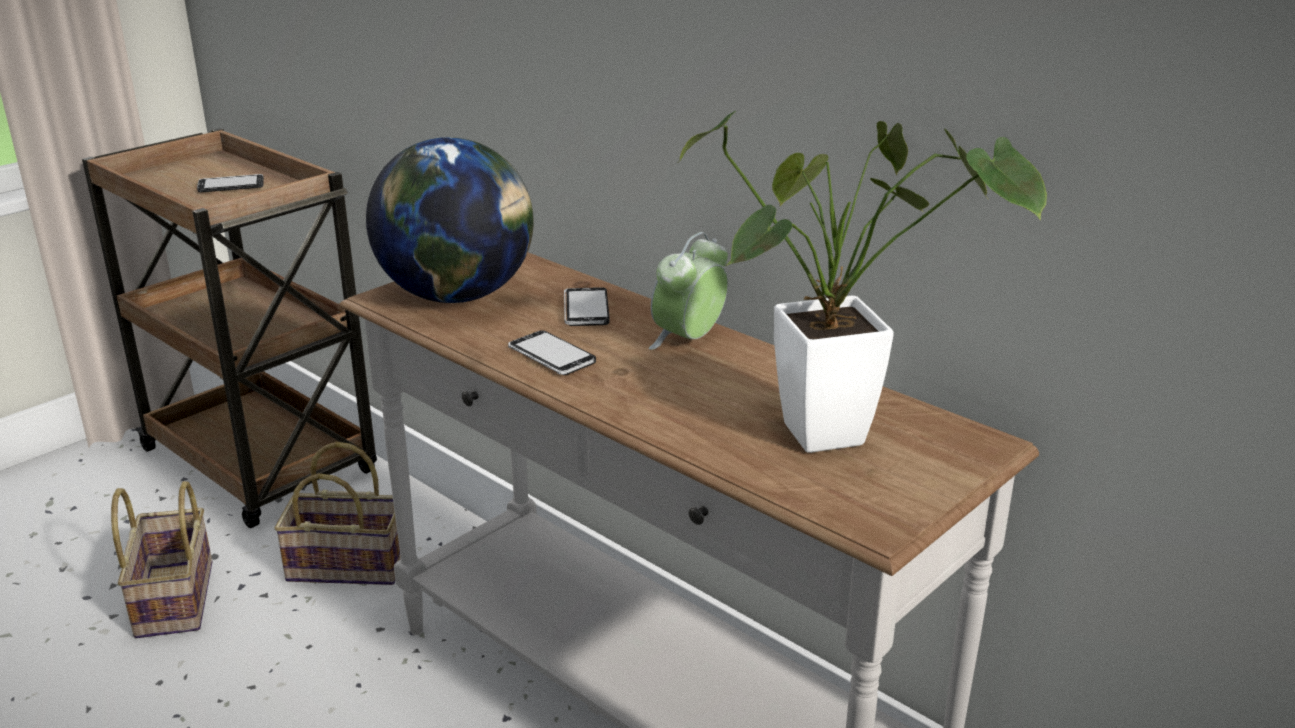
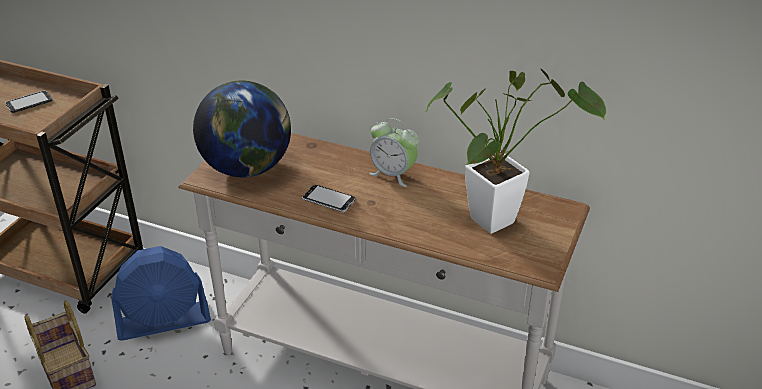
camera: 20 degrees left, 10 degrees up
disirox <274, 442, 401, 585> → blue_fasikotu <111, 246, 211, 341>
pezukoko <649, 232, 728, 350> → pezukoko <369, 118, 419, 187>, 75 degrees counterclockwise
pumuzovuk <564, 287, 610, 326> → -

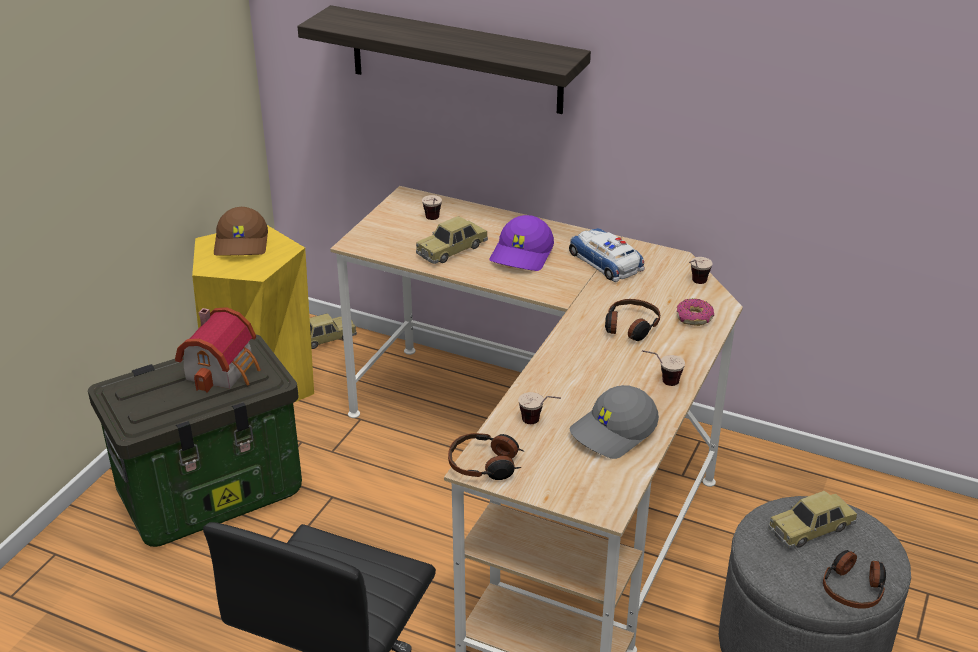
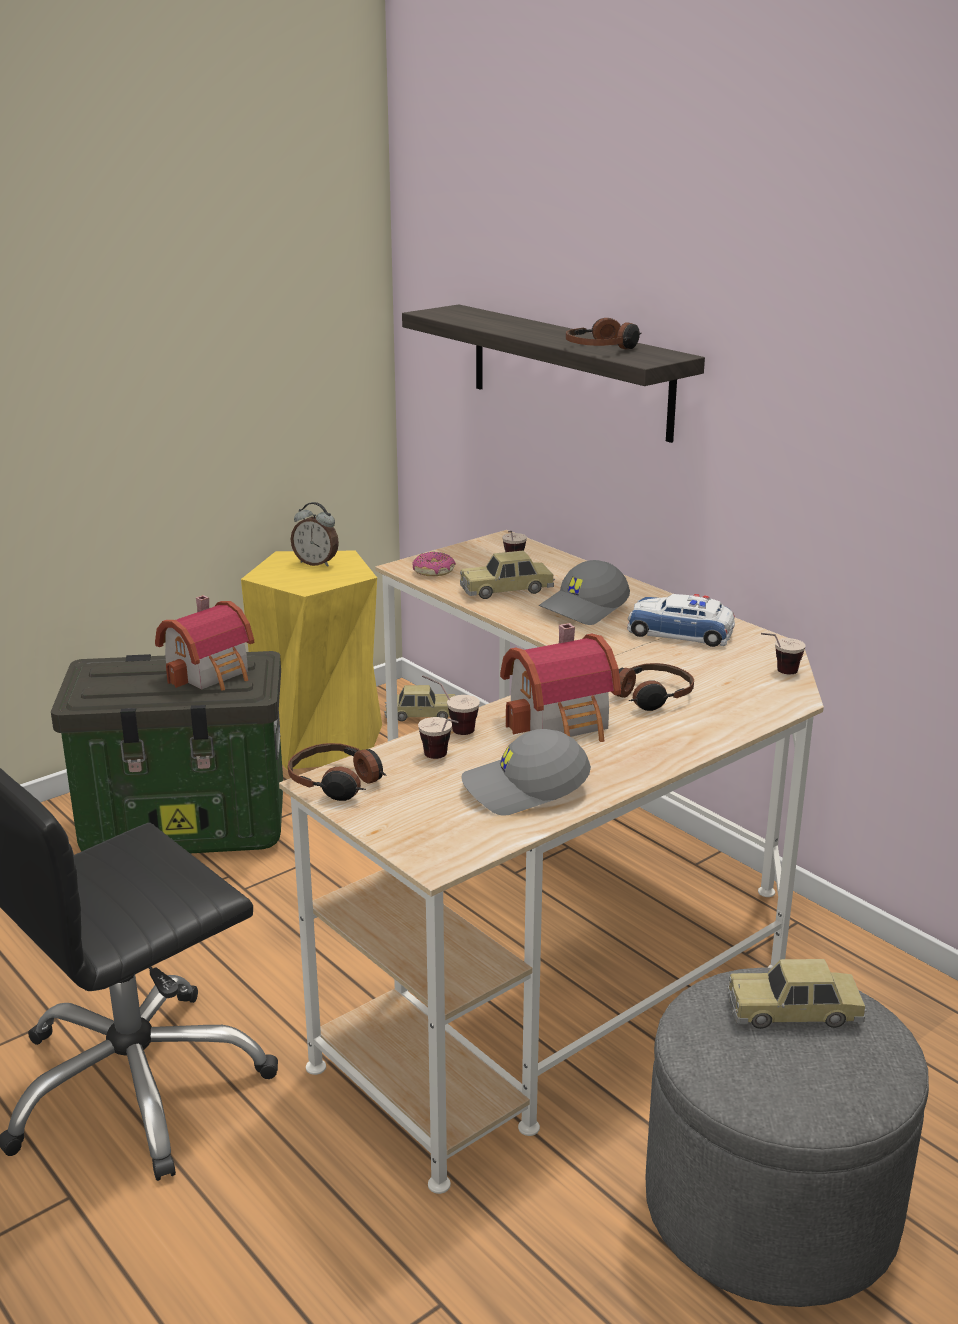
camera: 25 degrees right, 10 degrees down
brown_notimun <214, 207, 268, 255> → pezukoko <291, 502, 339, 567>
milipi <677, 299, 714, 326> → milipi <412, 552, 456, 576>, shifted
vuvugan <642, 350, 685, 386> → vuvugan <422, 675, 480, 735>, shifted
- → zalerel <500, 623, 621, 742>
purple_notimun <489, 215, 554, 271> → grey_notimun <539, 560, 630, 625>
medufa <823, 550, 886, 609> → medufa <566, 318, 641, 349>, shifted
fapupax <569, 228, 645, 282> → fapupax <627, 594, 735, 647>, 60 degrees counterclockwise

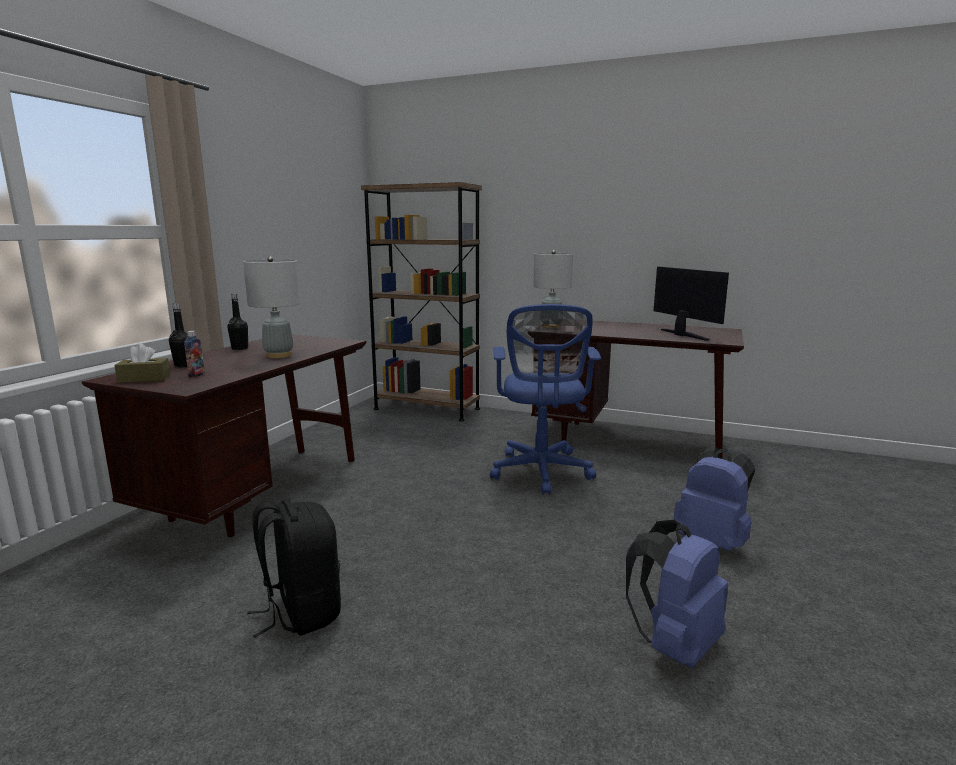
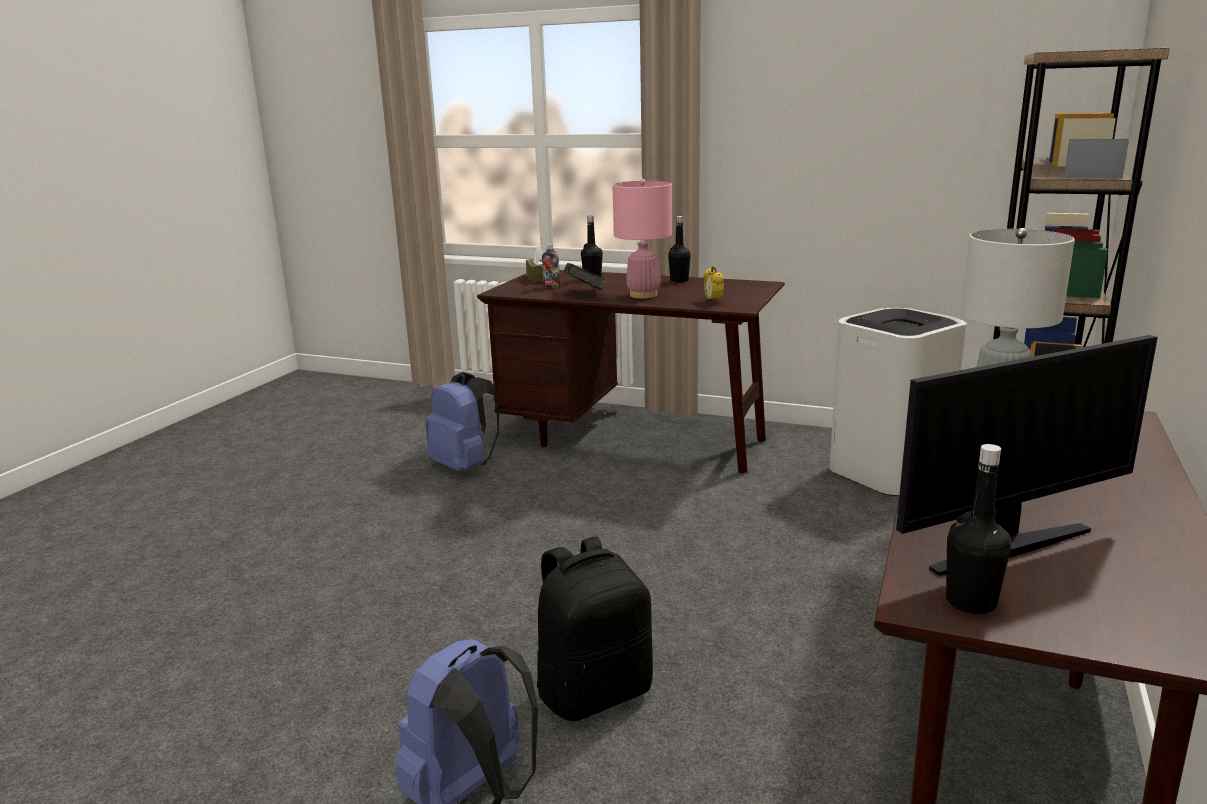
camera: 90 degrees right, 5 degrees up
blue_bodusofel <626, 520, 728, 668> → blue_bodusofel <425, 372, 499, 472>, shifted
black_bodusofel <247, 500, 341, 638> → black_bodusofel <537, 536, 653, 721>, shifted
- → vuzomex <563, 263, 607, 290>
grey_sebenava <243, 256, 300, 358> → pink_sebenava <612, 179, 672, 299>
- → pezukoko <703, 266, 724, 303>
- → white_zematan <830, 308, 967, 496>
- → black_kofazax <946, 444, 1011, 614>
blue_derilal <490, 304, 601, 494> → -

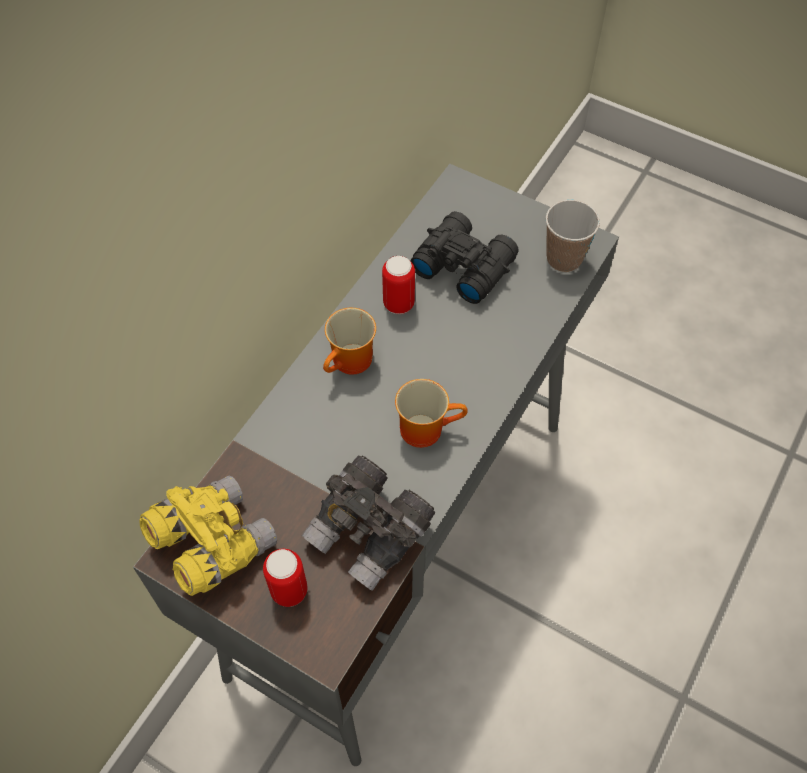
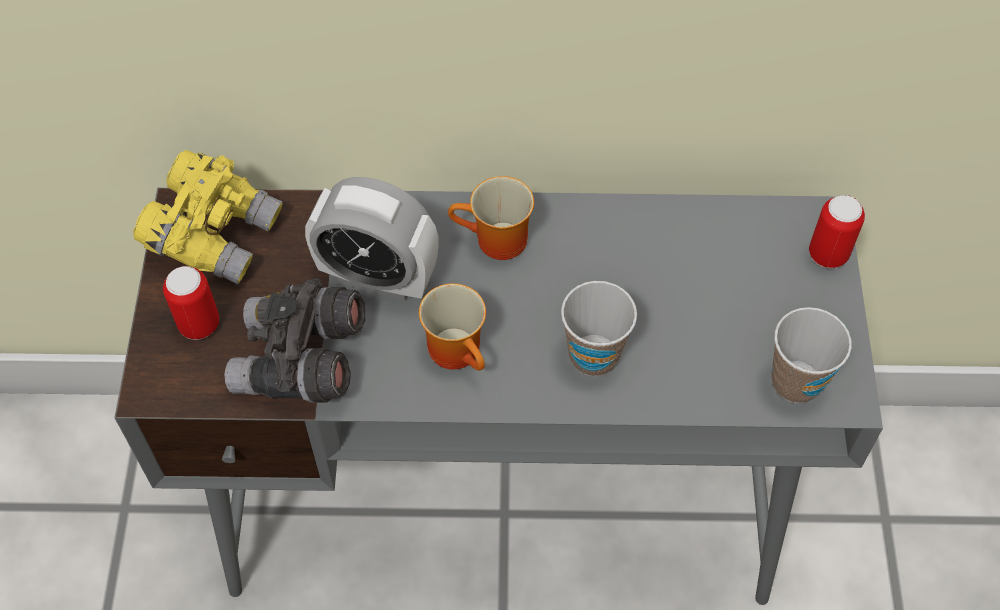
camera: 60 degrees right, 0 degrees up
- → pezukoko <305, 177, 439, 301>
- → vuvugan <561, 281, 637, 377>
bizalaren <382, 256, 415, 314> → bizalaren <809, 195, 865, 268>, shifted
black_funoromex <410, 211, 519, 304> → -

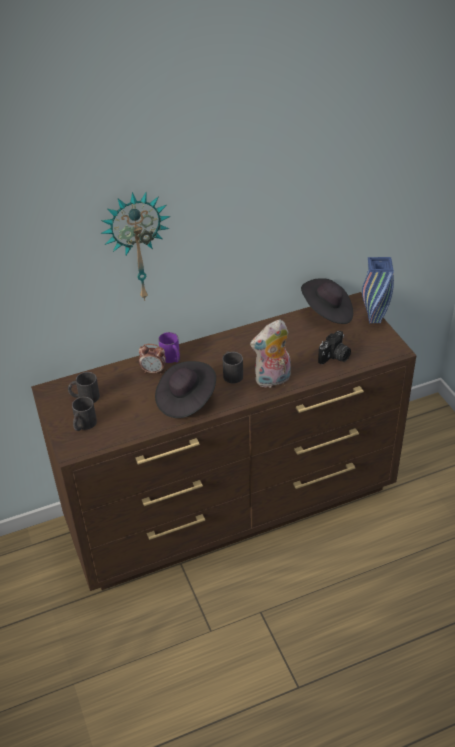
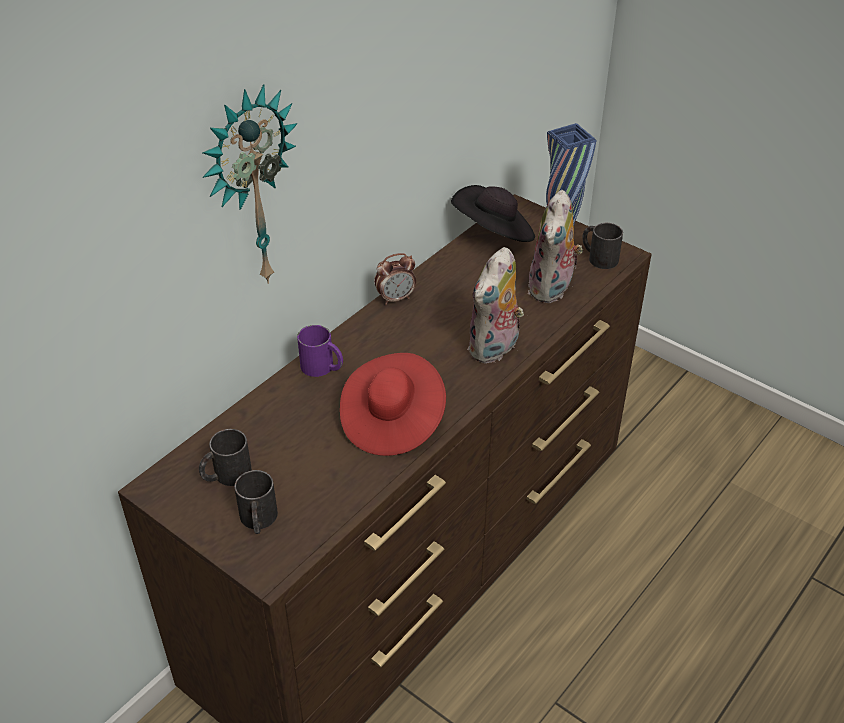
camera: 30 degrees left, 0 degrees up
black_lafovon <155, 361, 216, 418> → red_lafovon <340, 353, 446, 456>
pezukoko <139, 344, 166, 374> → pezukoko <374, 253, 416, 305>, shifted
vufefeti <318, 331, 351, 364> → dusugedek <528, 190, 583, 303>
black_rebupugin <223, 351, 243, 384> → black_rebupugin <582, 223, 623, 269>, shifted

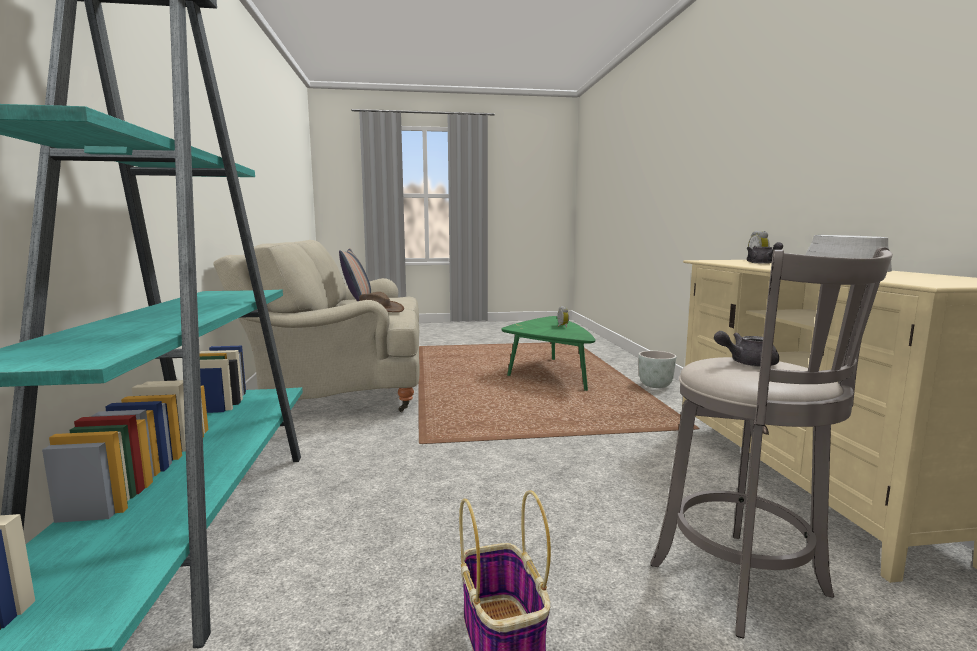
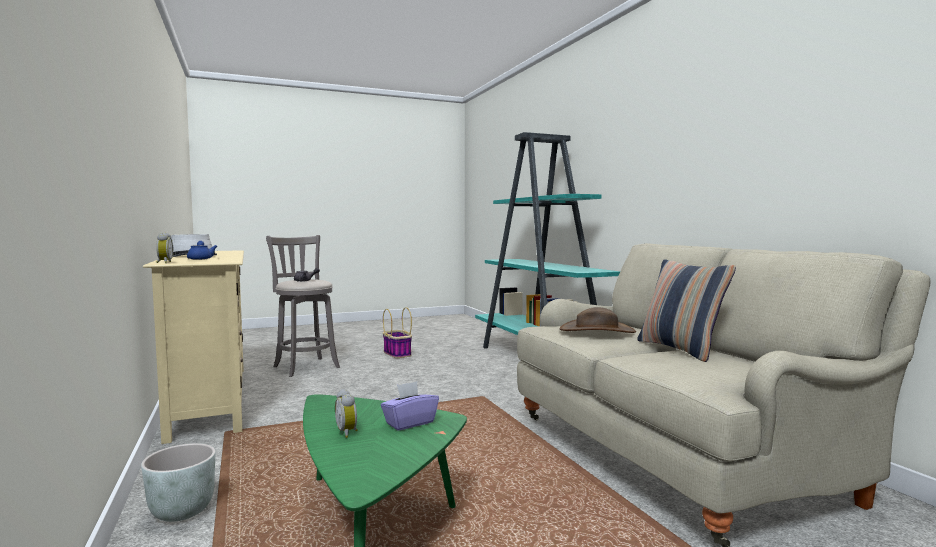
camera: 165 degrees right, 5 degrees down
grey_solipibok <747, 242, 783, 264> → blue_solipibok <187, 241, 217, 260>
- → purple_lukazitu <381, 381, 439, 431>

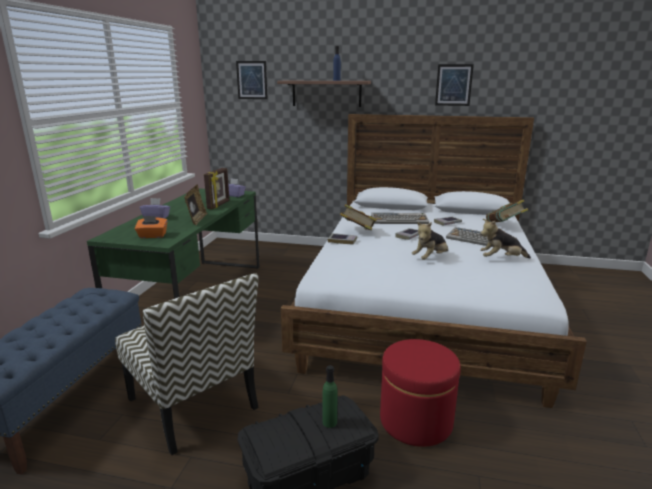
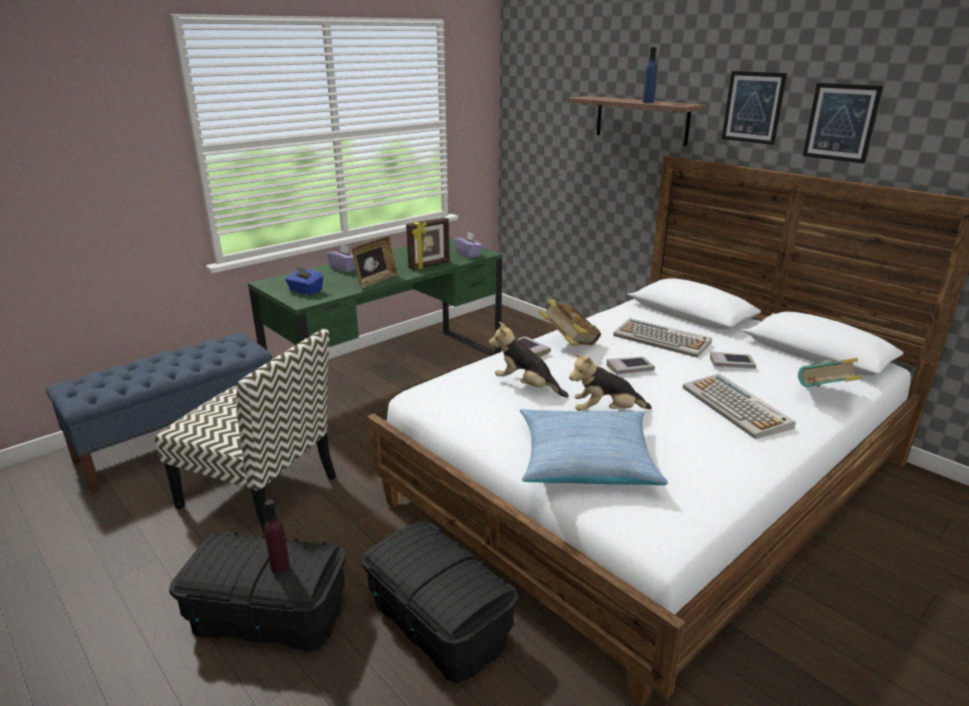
camera: 35 degrees right, 5 degrees up
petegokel <115, 273, 259, 455> → petegokel <155, 329, 336, 534>, 60 degrees counterclockwise
green_kofazax <323, 365, 337, 428> → purple_kofazax <264, 500, 289, 574>
orange_lukazitu <135, 216, 167, 238> → blue_lukazitu <285, 266, 323, 295>
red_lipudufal <380, 339, 461, 447> → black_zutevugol <361, 521, 519, 683>
dusugedek <480, 219, 531, 258> → dusugedek <489, 321, 569, 398>, shifted
- → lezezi <520, 409, 668, 485>
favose <236, 61, 268, 99> → favose <722, 71, 787, 145>, shifted

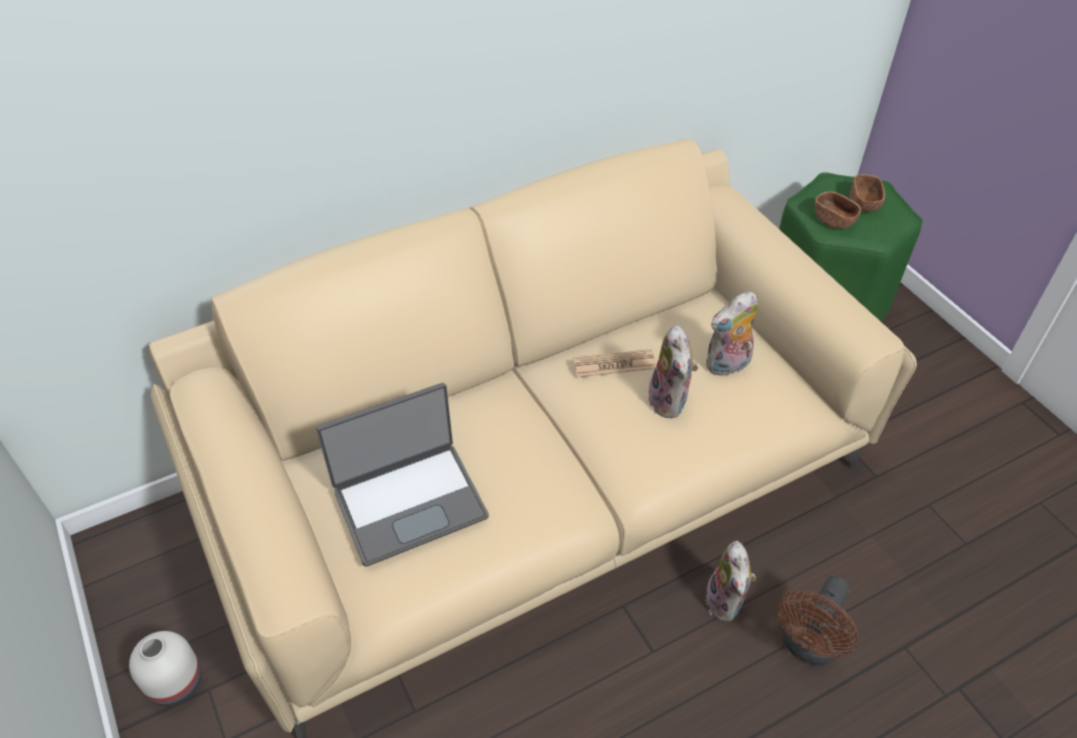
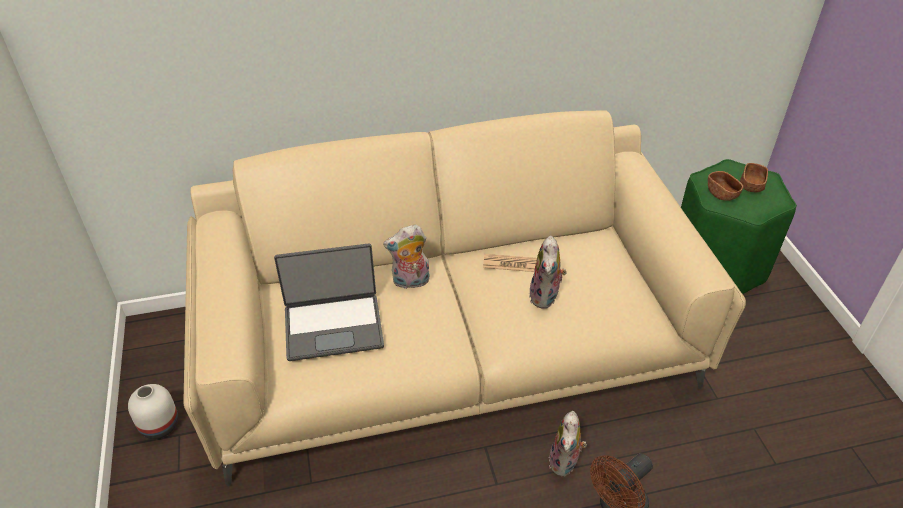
camera: 15 degrees right, 5 degrees down
dusugedek <706, 291, 758, 376> → dusugedek <383, 224, 430, 289>, shifted

